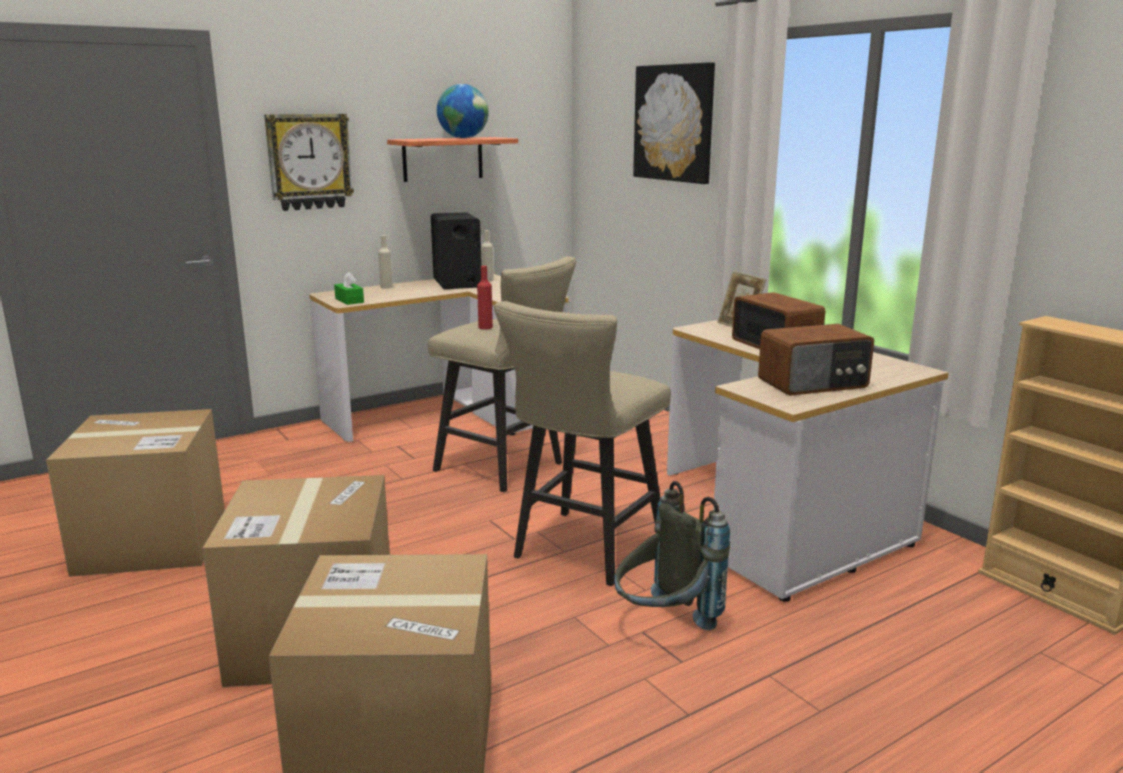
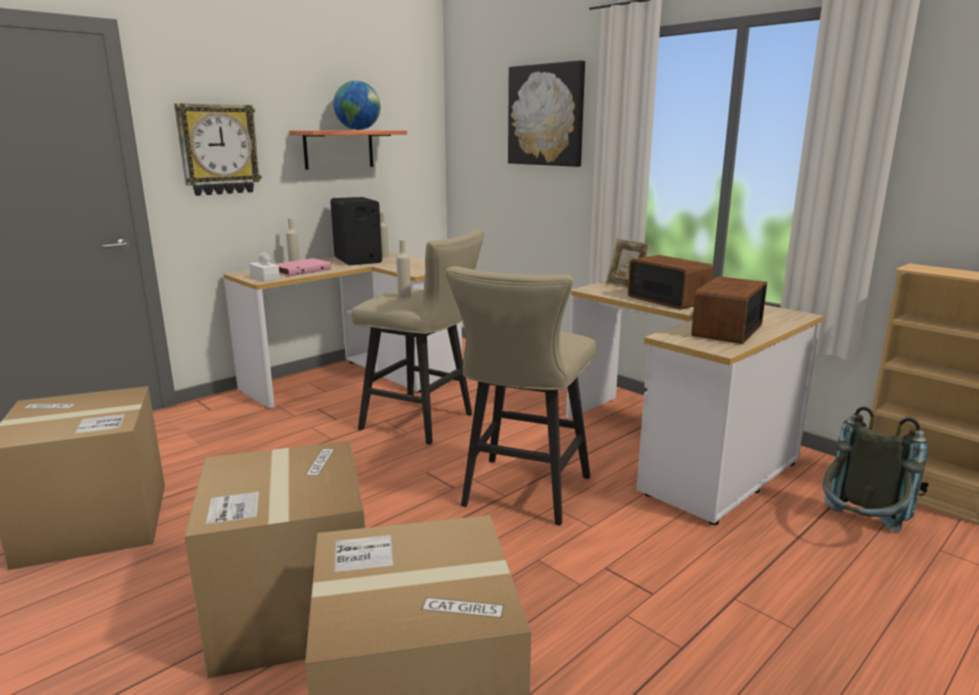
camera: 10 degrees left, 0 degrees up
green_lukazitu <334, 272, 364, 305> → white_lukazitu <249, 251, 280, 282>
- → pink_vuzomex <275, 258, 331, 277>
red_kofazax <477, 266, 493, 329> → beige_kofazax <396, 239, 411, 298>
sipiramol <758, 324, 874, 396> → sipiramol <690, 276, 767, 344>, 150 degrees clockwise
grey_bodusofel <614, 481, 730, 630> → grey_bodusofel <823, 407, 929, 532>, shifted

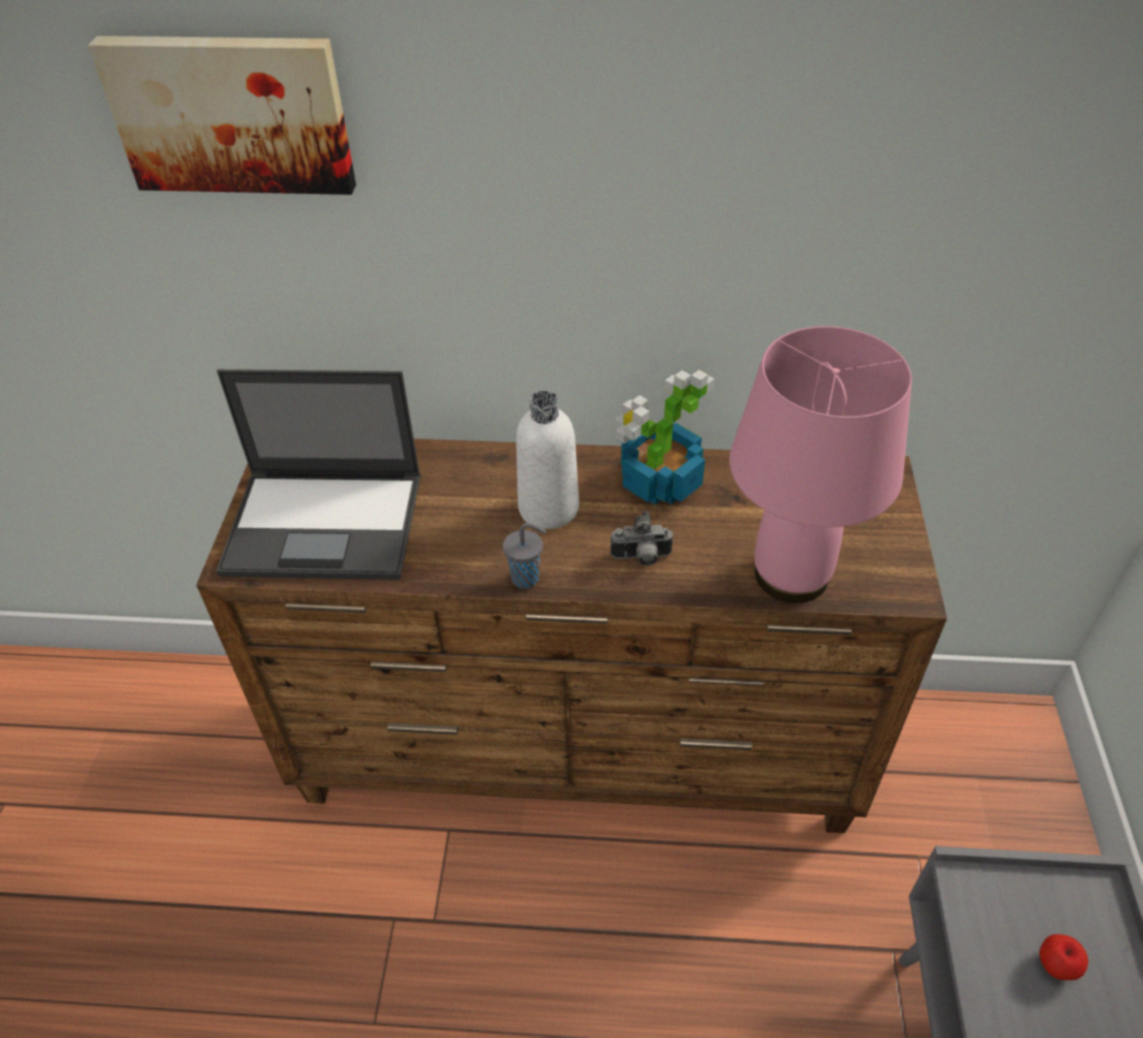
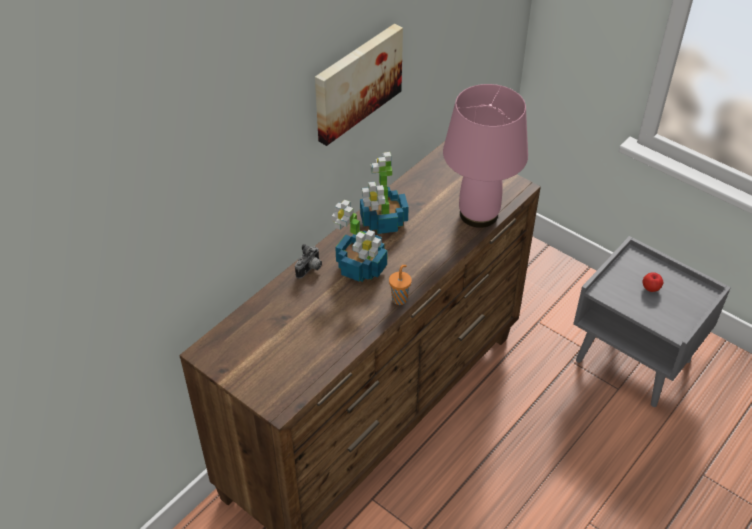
camera: 55 degrees left, 0 degrees up
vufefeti <610, 511, 674, 566> → vufefeti <295, 244, 322, 279>, shifted
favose <88, 36, 356, 195> → favose <315, 24, 403, 146>, shifted
white_kofazax <516, 391, 579, 529> → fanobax <332, 199, 387, 282>
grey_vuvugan <503, 523, 546, 589> → orange_vuvugan <389, 265, 412, 305>
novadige <216, 369, 421, 580> → -

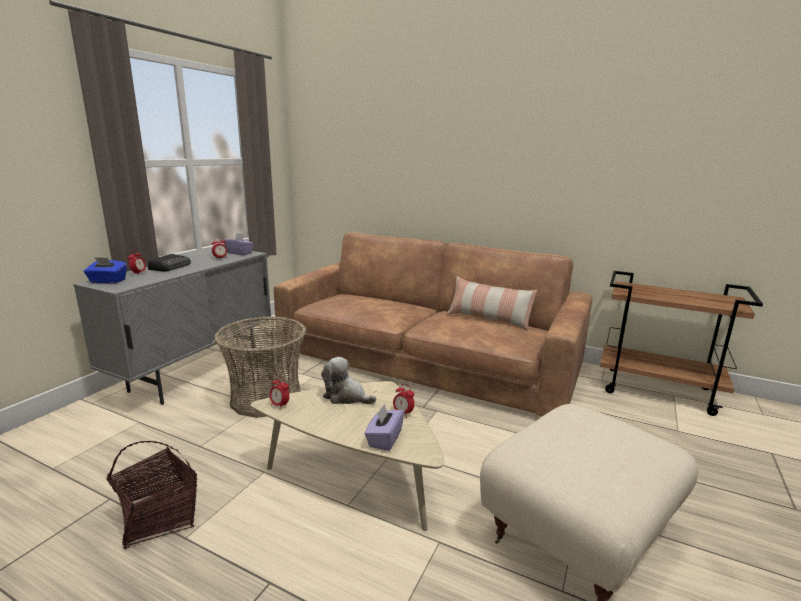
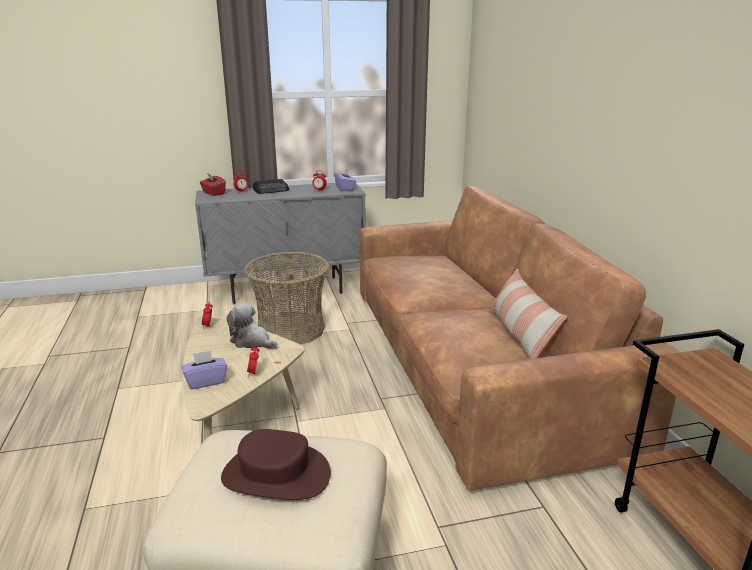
camera: 50 degrees right, 5 degrees up
blue_lukazitu <84, 257, 127, 284> → red_lukazitu <200, 173, 226, 196>
- → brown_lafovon <221, 429, 331, 500>
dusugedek <321, 357, 376, 404> → dusugedek <227, 303, 277, 349>, 45 degrees counterclockwise
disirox <106, 441, 197, 549> → -

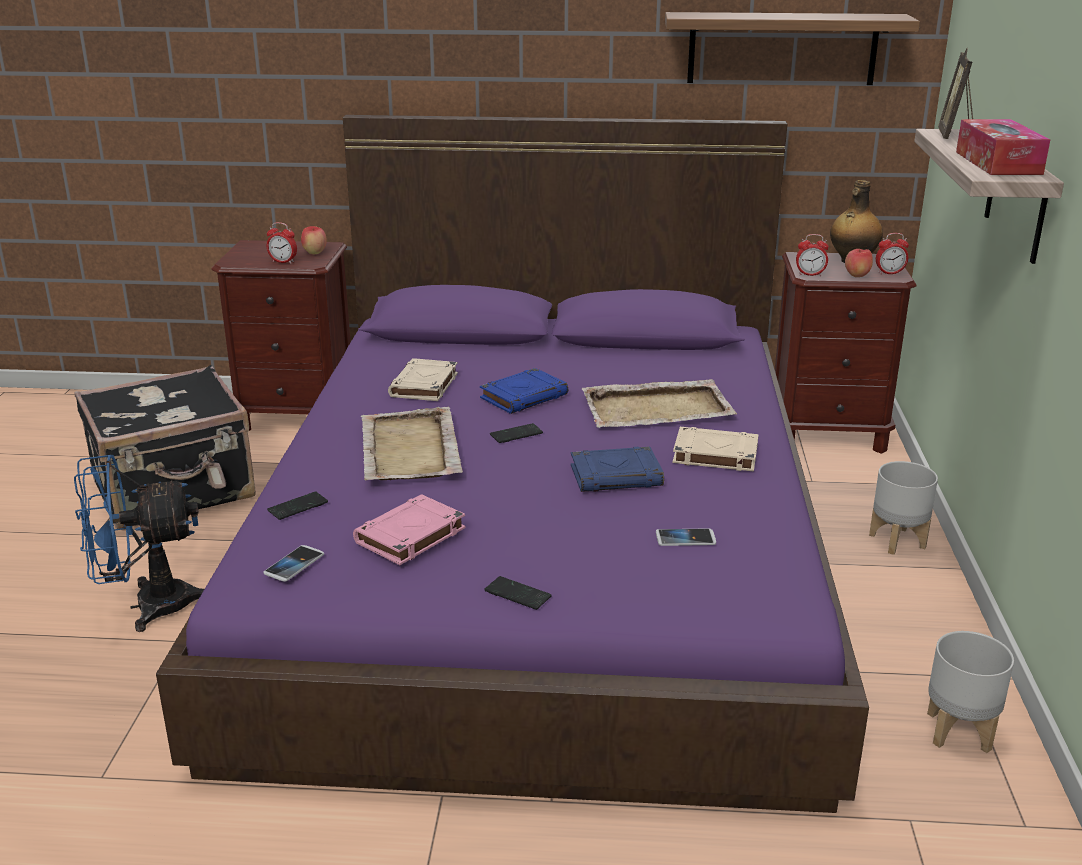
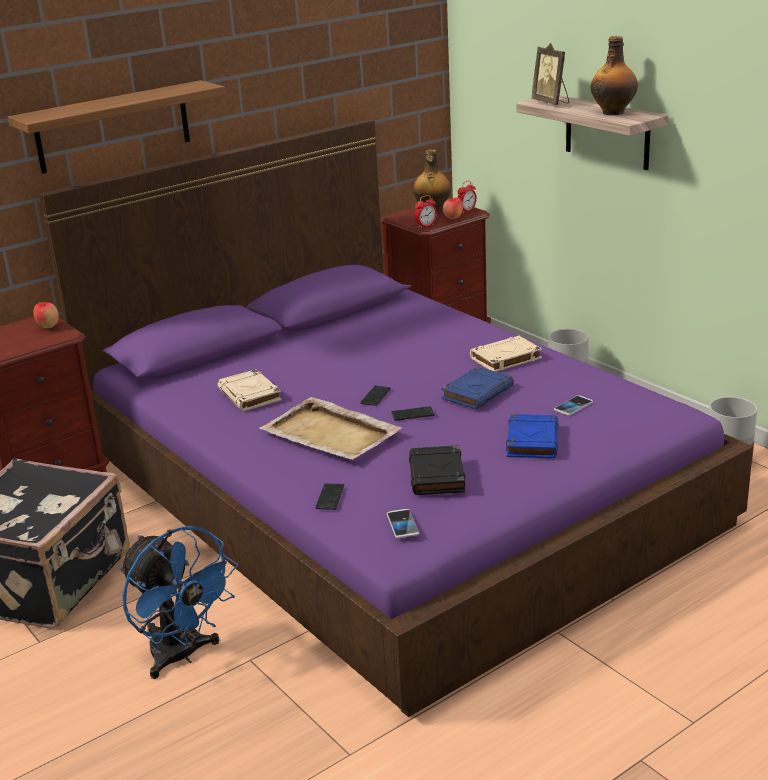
camera: 40 degrees left, 0 degrees up
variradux <665, 12, 920, 85> → variradux <8, 80, 226, 174>, shifted
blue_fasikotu <74, 455, 204, 632> → blue_fasikotu <120, 526, 238, 679>, 75 degrees counterclockwise
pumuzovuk <484, 576, 551, 610> → pumuzovuk <391, 406, 435, 421>, shifted
pink_vuzomex <353, 494, 466, 565> → black_vuzomex <409, 445, 465, 495>
blue_vuzomex <480, 368, 568, 414> → blue_vuzomex <506, 414, 559, 458>, shifted
lukazitu <956, 119, 1050, 175> → kofazax <591, 36, 638, 115>
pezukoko <267, 222, 297, 264> → -
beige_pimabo <582, 379, 737, 428> → -

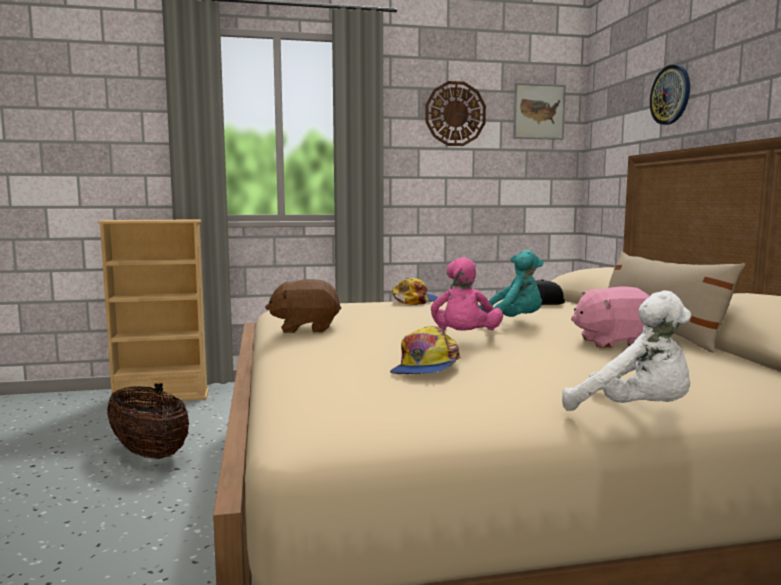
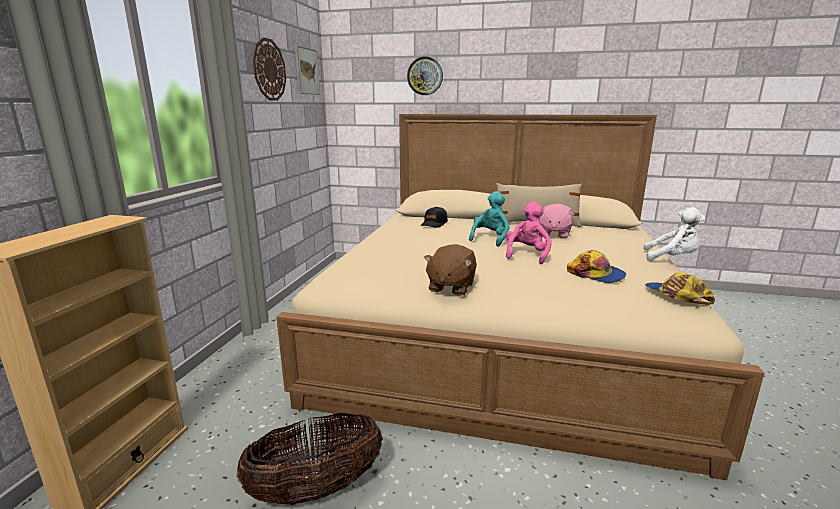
camera: 65 degrees left, 10 degrees up
pink_dusugedek <431, 257, 503, 331> → pink_dusugedek <506, 202, 552, 264>, 105 degrees counterclockwise
white_dusugedek <562, 291, 692, 411> → white_dusugedek <643, 207, 705, 261>, 45 degrees clockwise
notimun <392, 278, 438, 305> → notimun <645, 272, 715, 305>, shifted

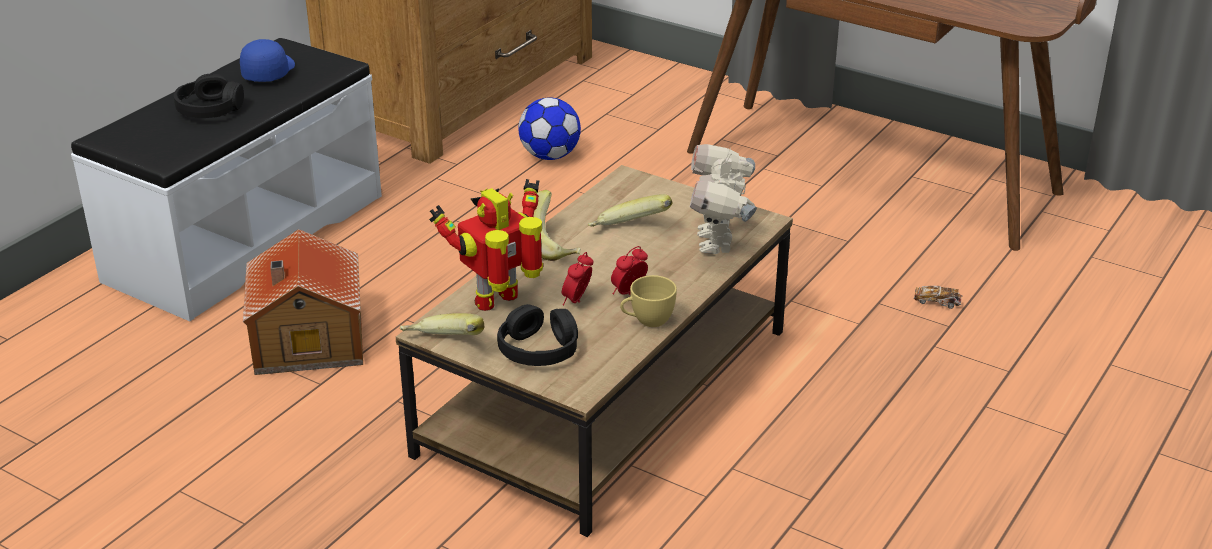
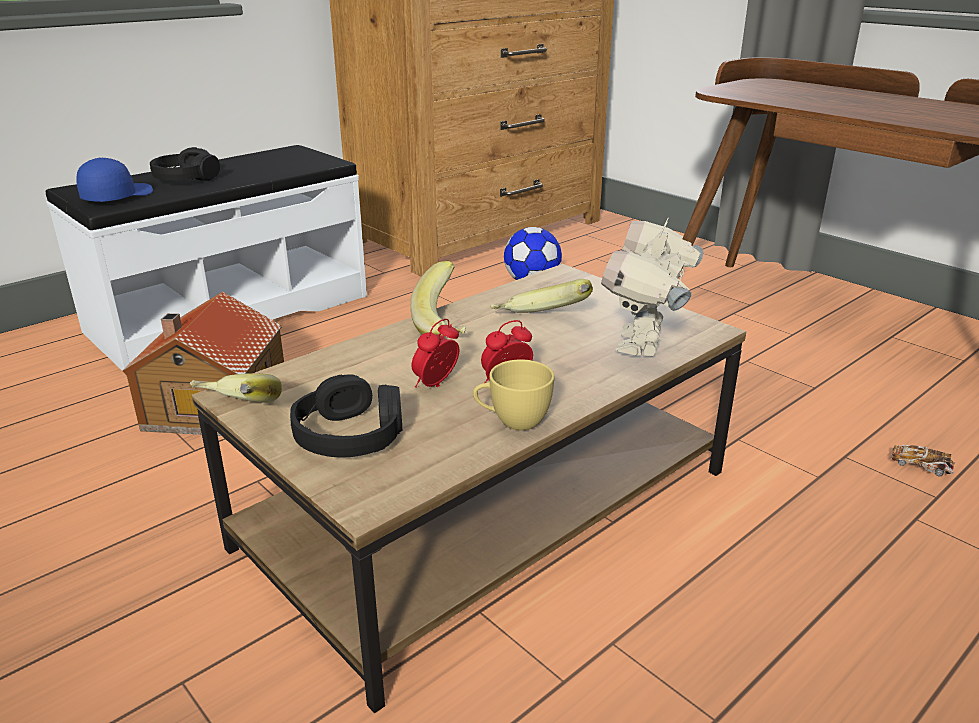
camera: 15 degrees right, 5 degrees down
blue_notimun <240, 39, 295, 82> → blue_notimun <76, 158, 153, 202>, shifted
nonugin <429, 179, 543, 311> → -

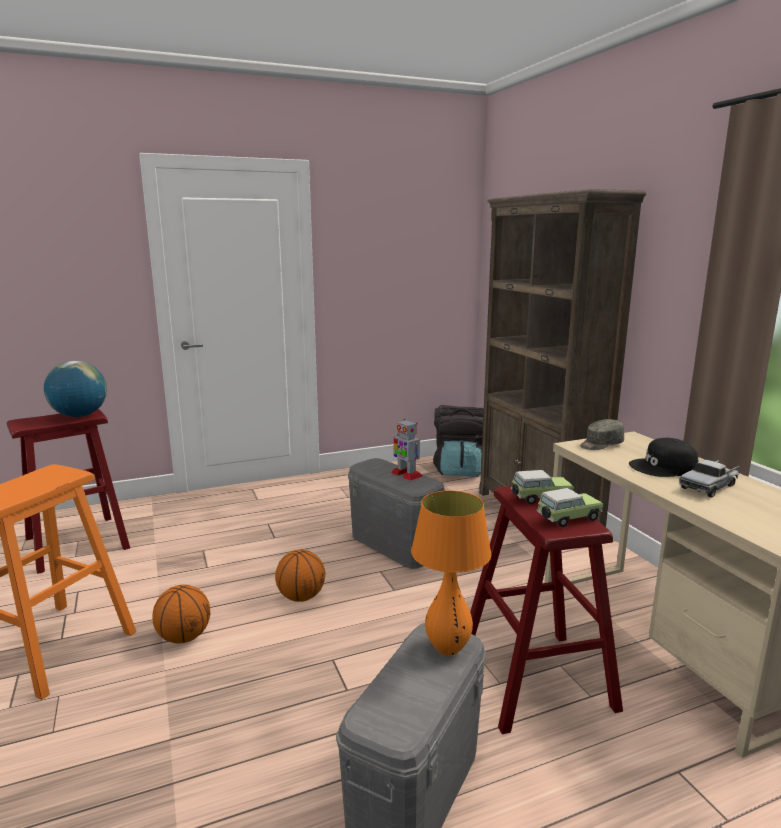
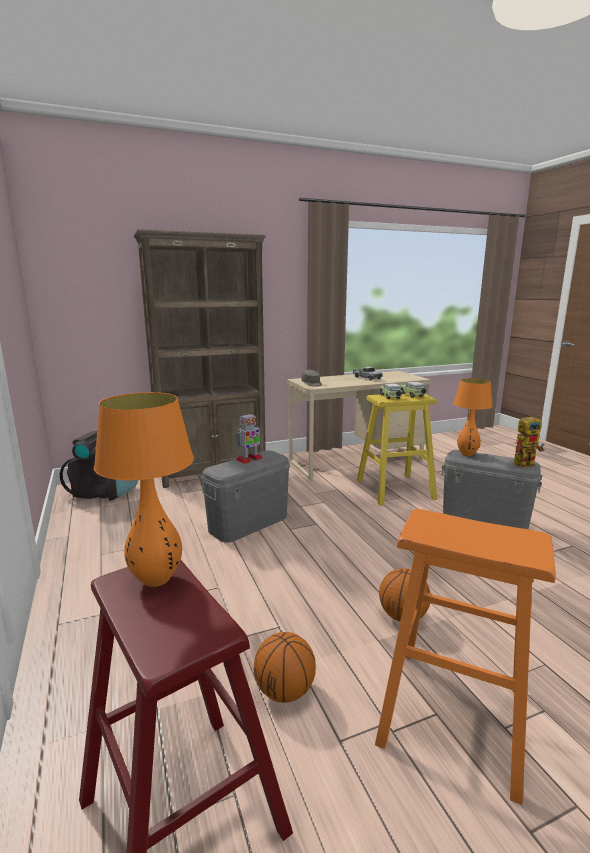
camera: 90 degrees left, 0 degrees up
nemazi <44, 361, 107, 417> → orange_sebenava <94, 392, 194, 587>
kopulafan <275, 550, 325, 602> → kopulafan <254, 632, 316, 702>, shifted
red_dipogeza <470, 486, 623, 734> → yellow_dipogeza <357, 393, 437, 506>
- → nonugin <513, 415, 544, 468>
black_notimun <629, 438, 699, 477> → -

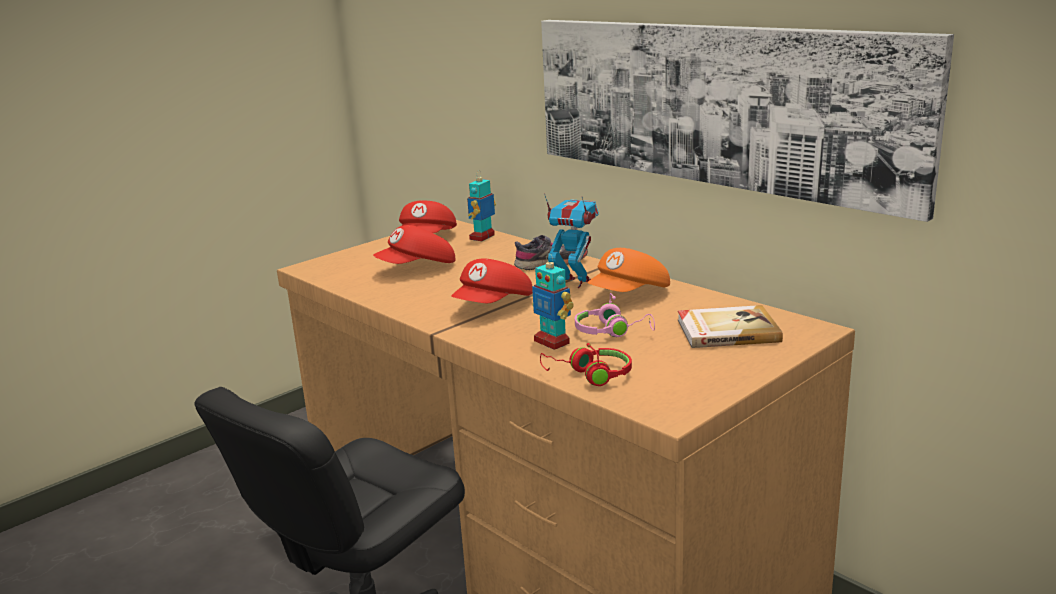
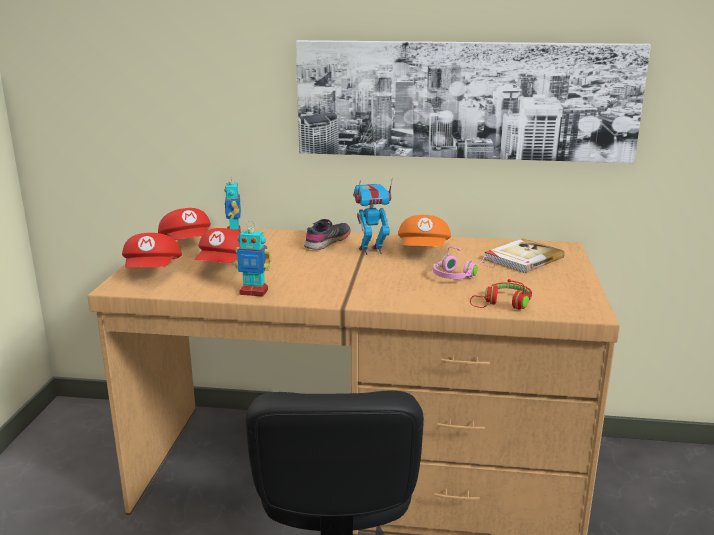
camera: 40 degrees left, 0 degrees up
red_notimun <451, 258, 533, 303> → red_notimun <122, 233, 182, 268>, shifted
nonugin <532, 253, 574, 350> → nonugin <235, 221, 272, 297>, shifted

